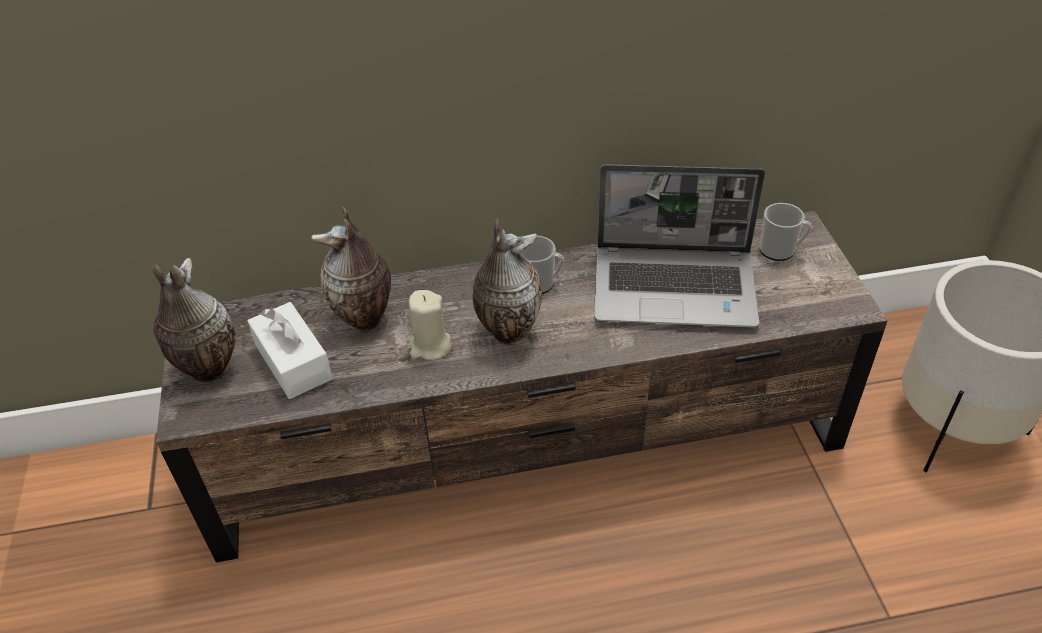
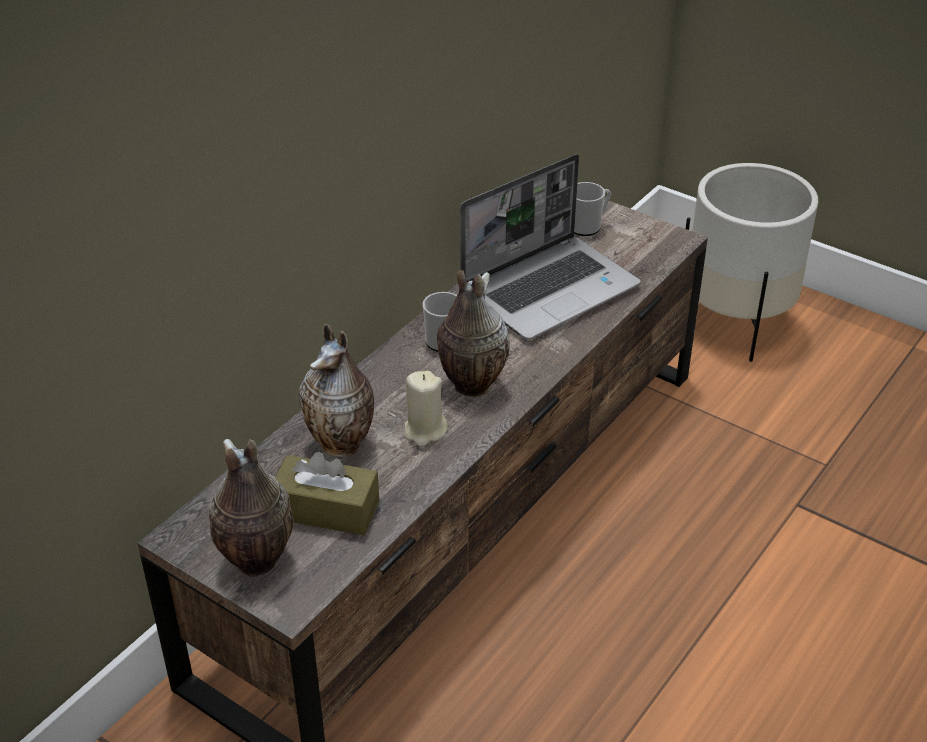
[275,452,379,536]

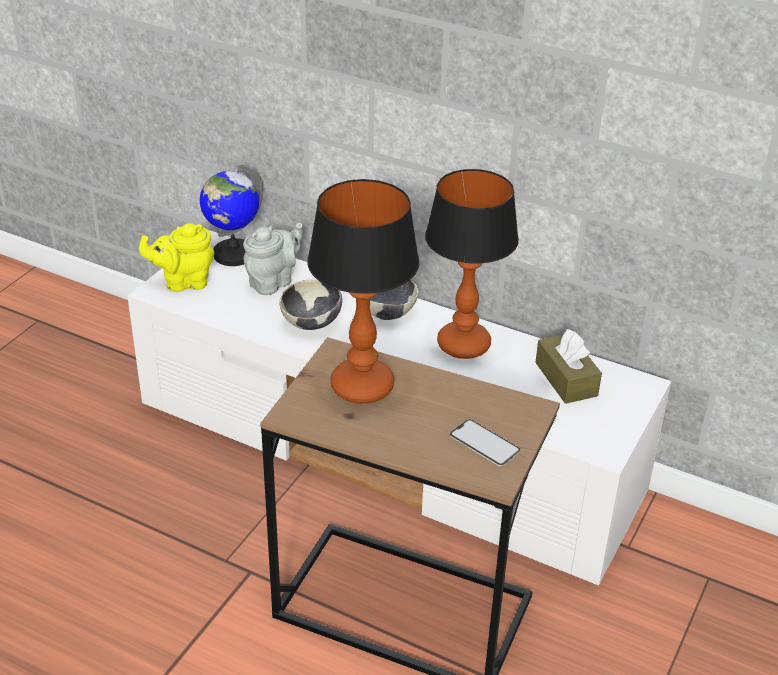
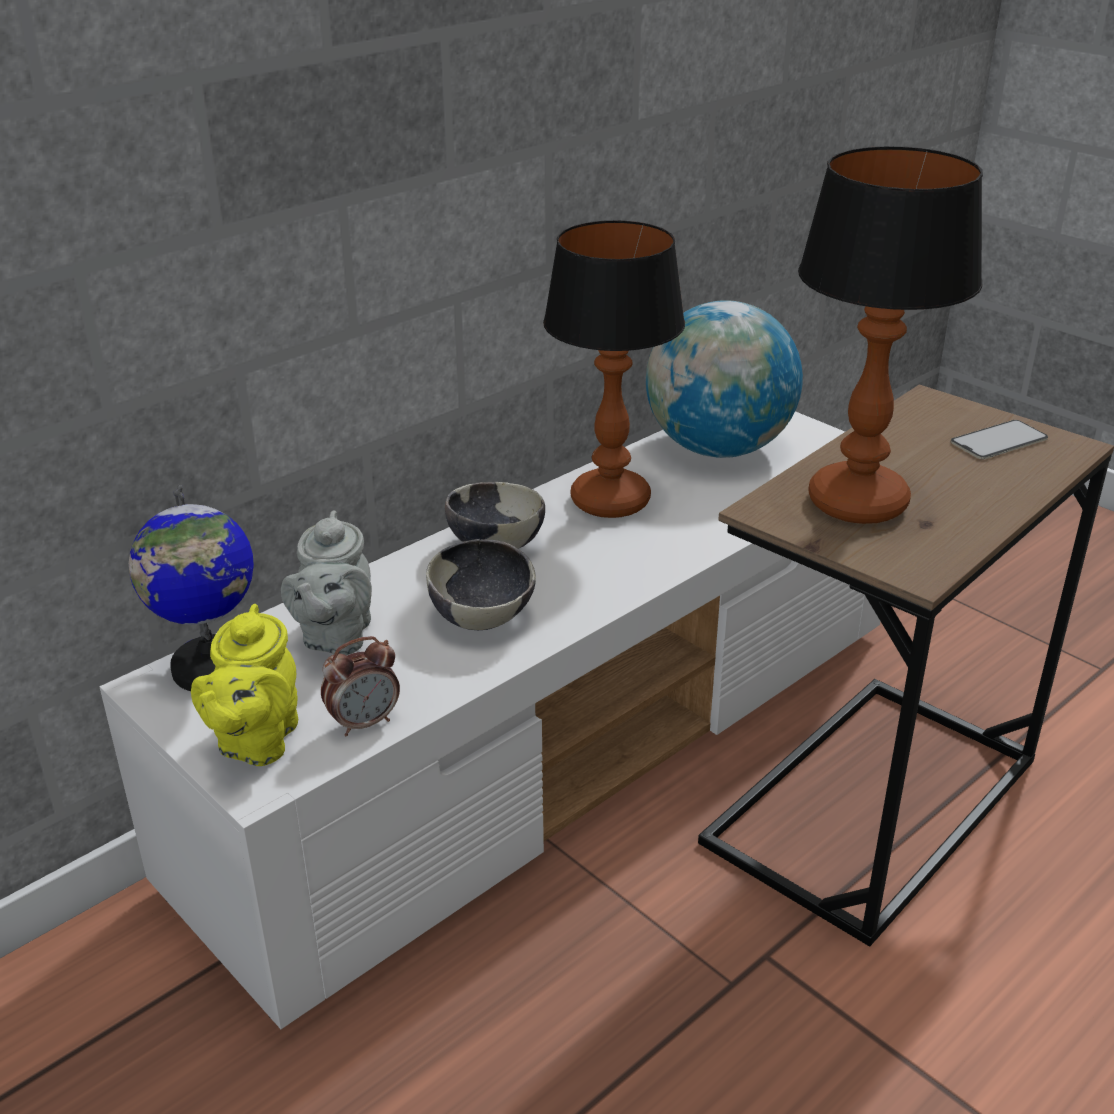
[281,510,372,655]
[321,636,400,736]
[646,300,803,458]

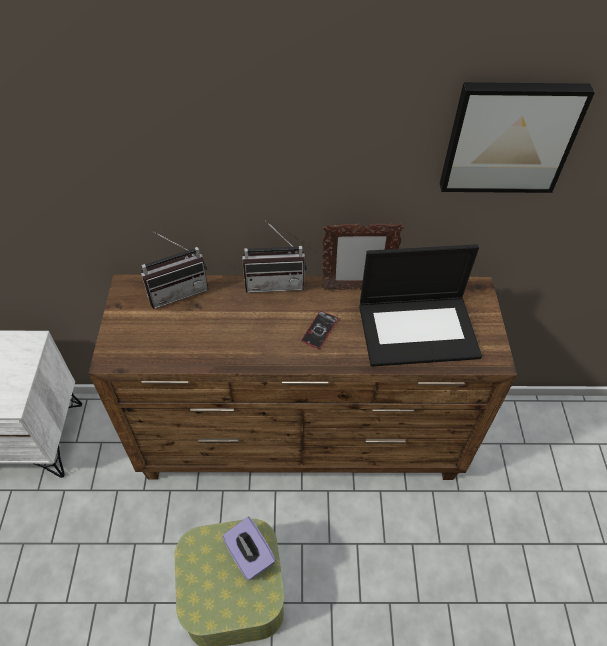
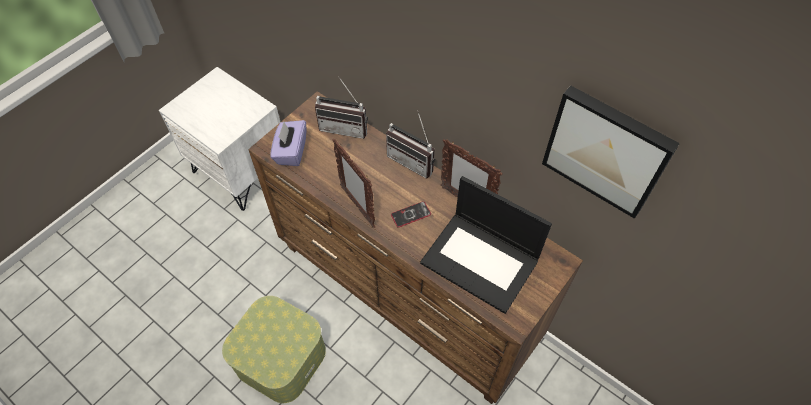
[270,120,307,166]
[332,139,375,228]

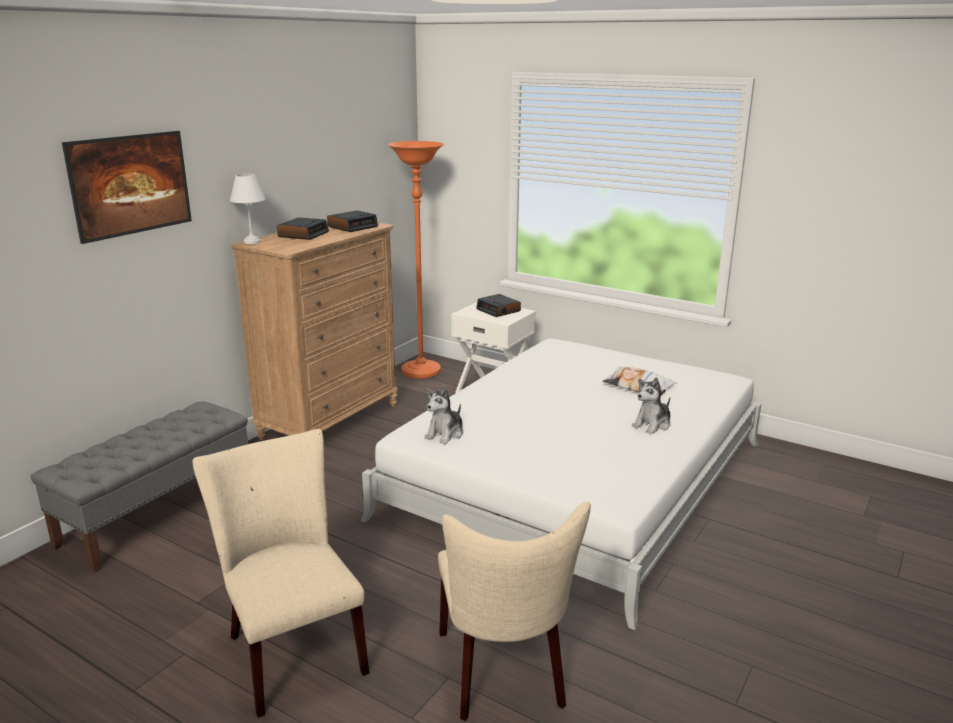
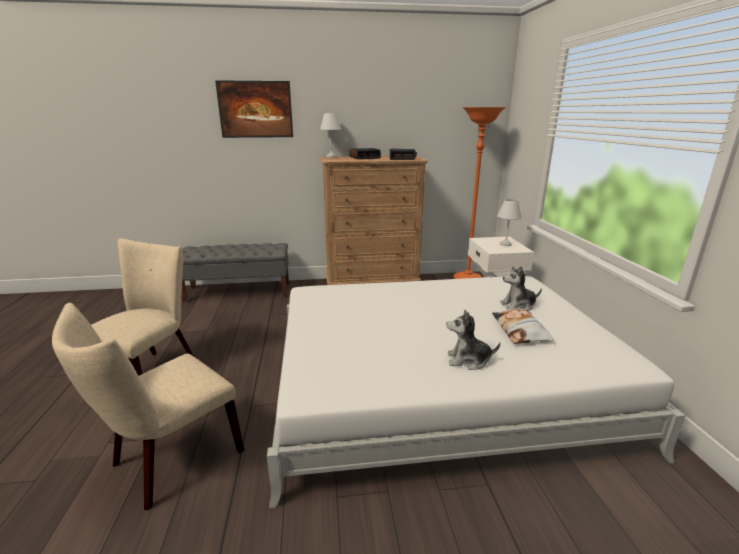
[497,199,522,246]
[500,266,542,311]

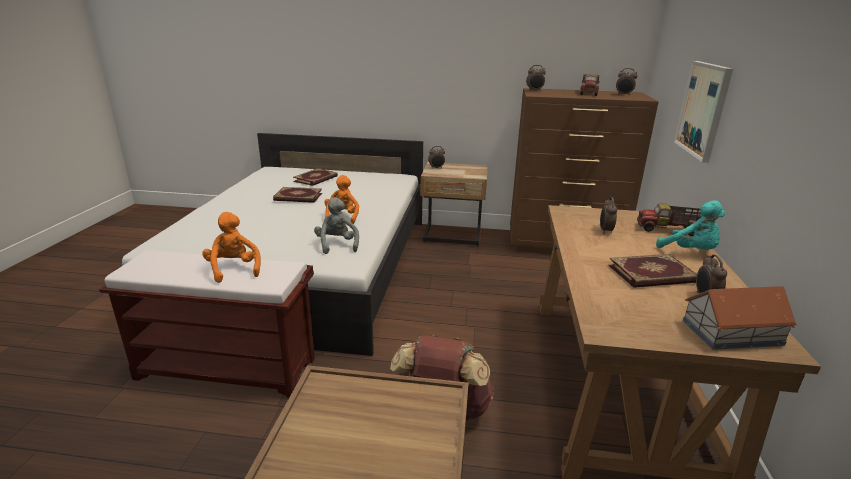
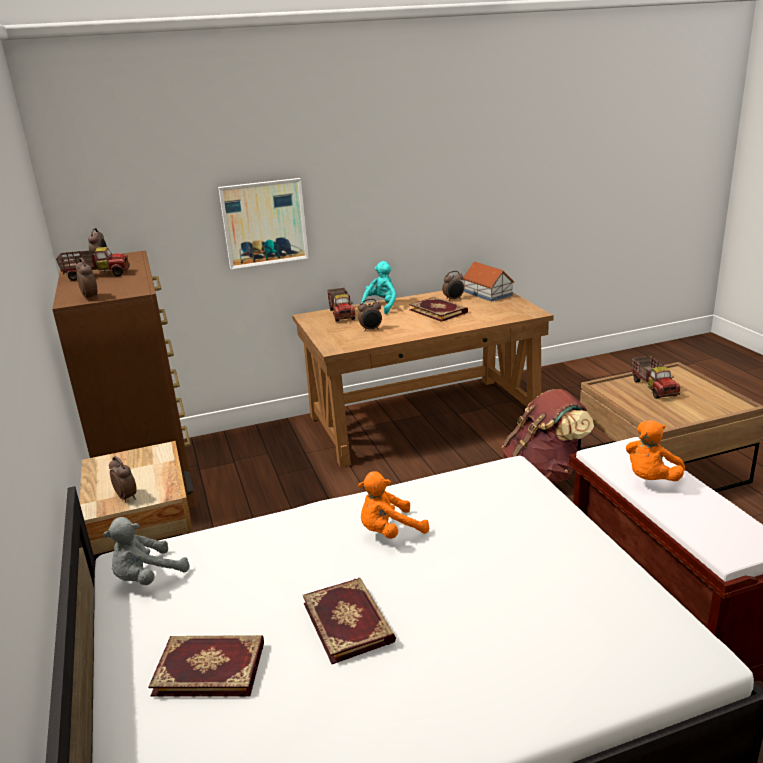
[103,517,190,585]
[632,356,680,399]

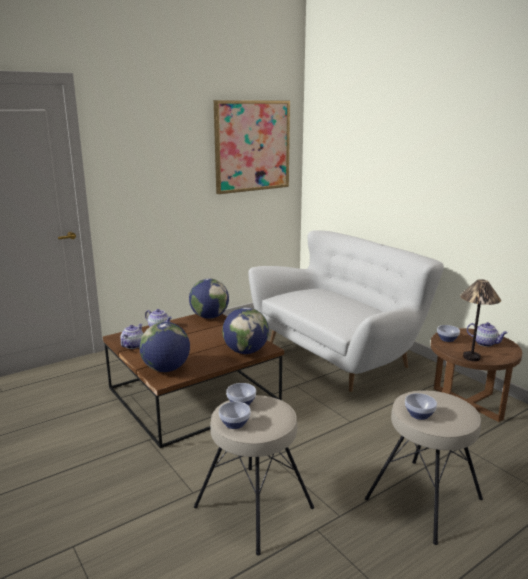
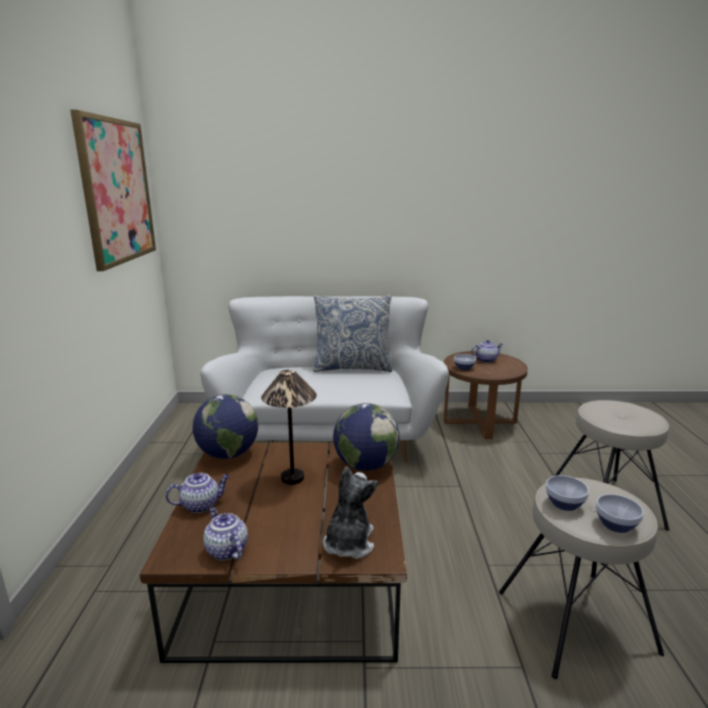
[261,370,317,484]
[313,295,392,372]
[323,466,378,559]
[405,393,437,420] (first image)

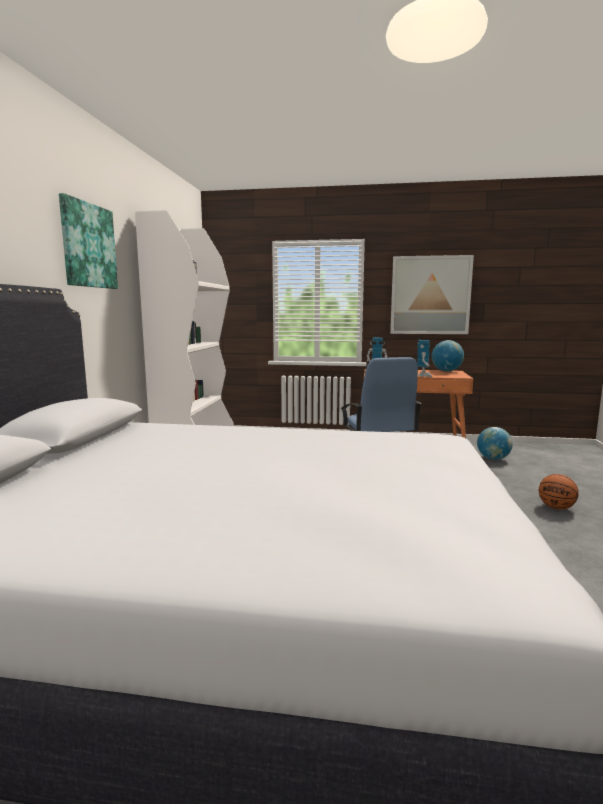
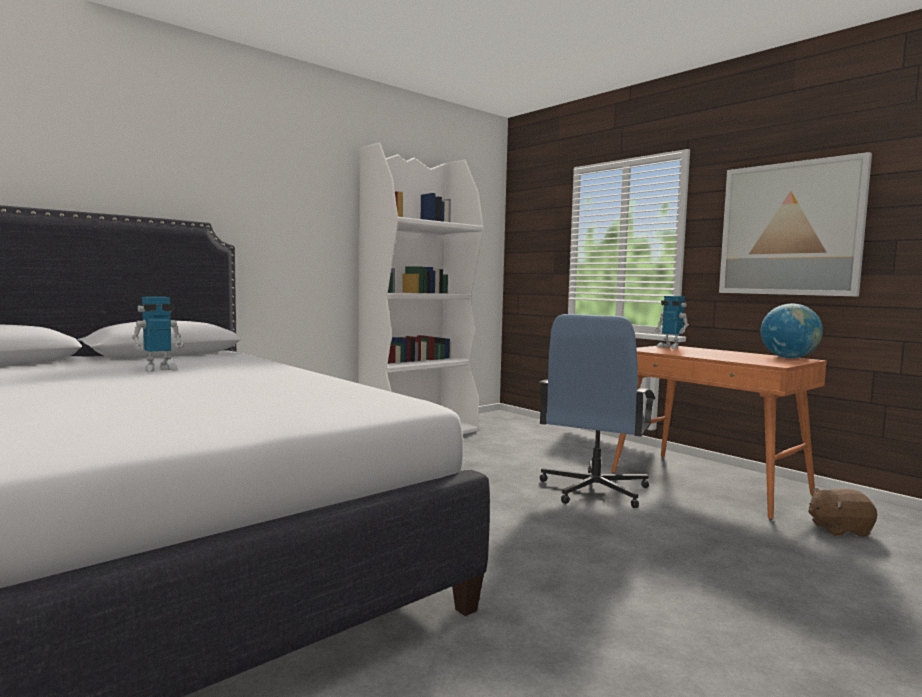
[132,297,184,372]
[808,488,877,537]
[59,193,118,289] (first image)
[539,474,579,510] (first image)

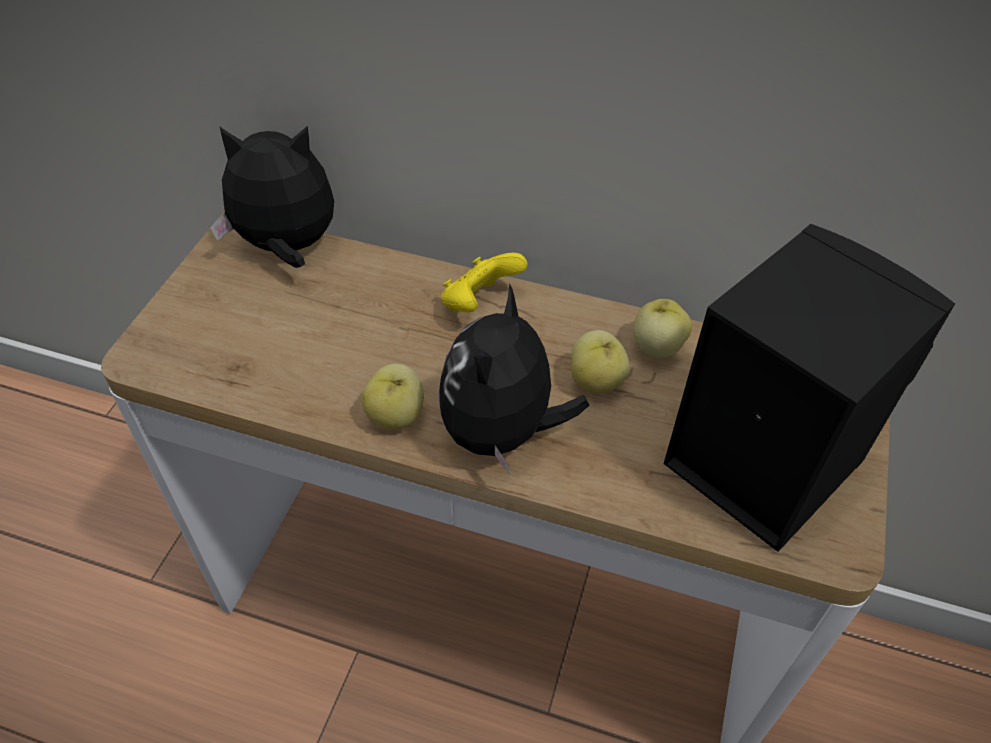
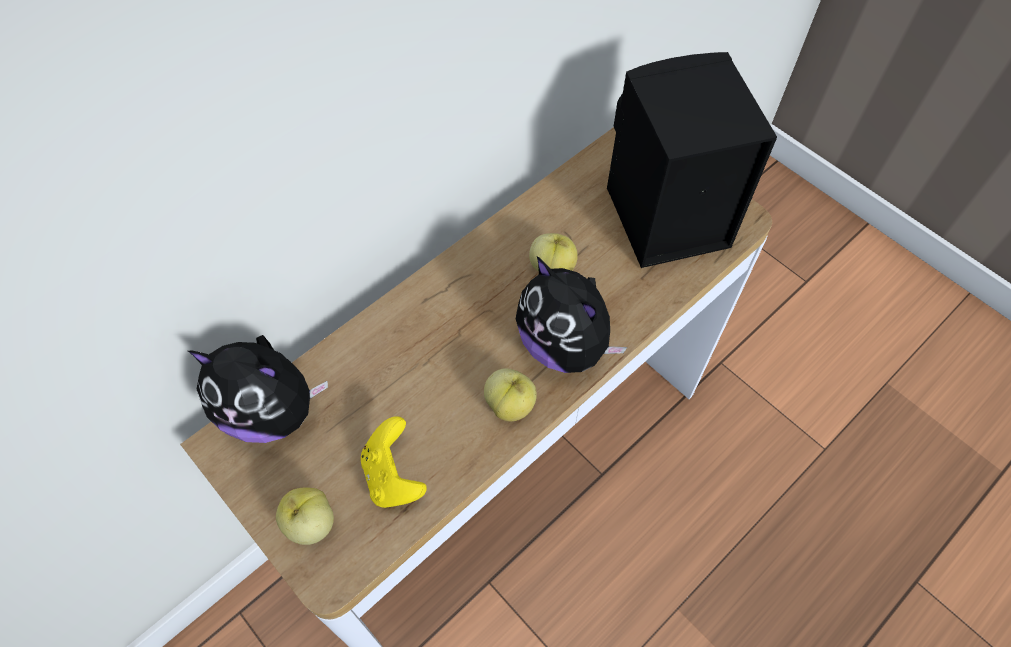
[188,335,328,443]
[276,487,334,545]
[361,416,427,508]

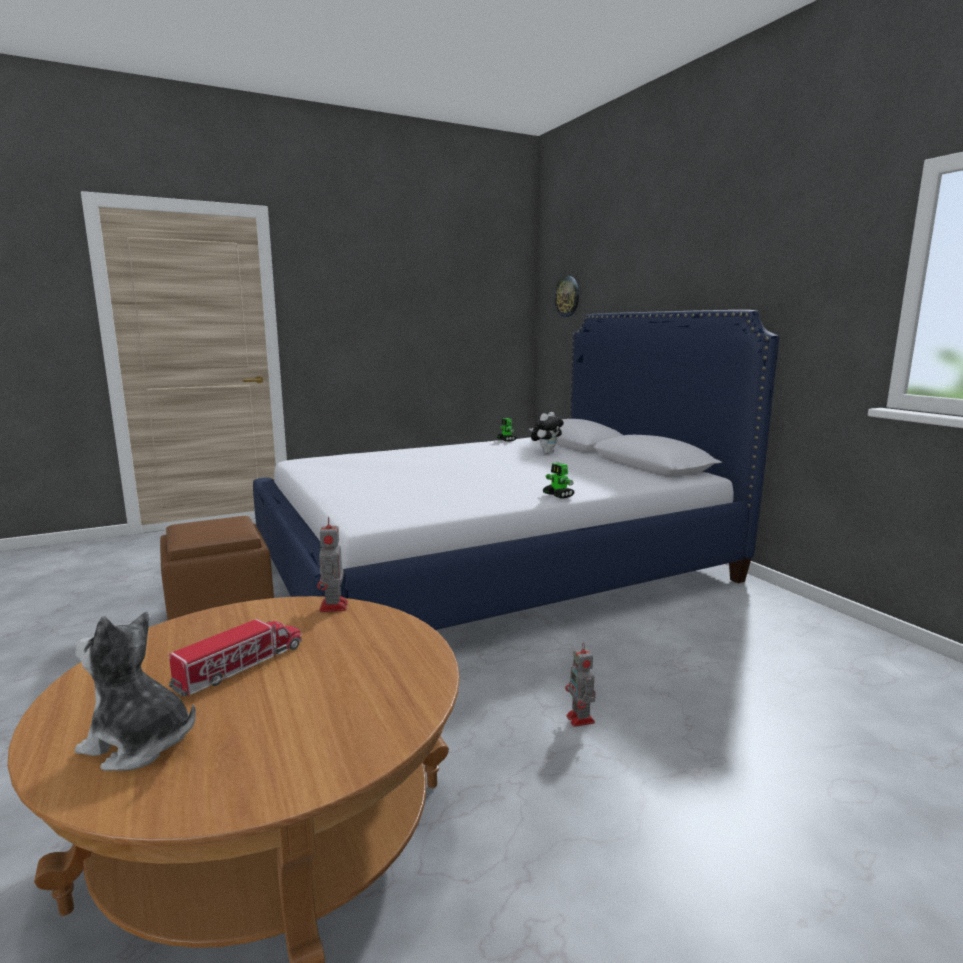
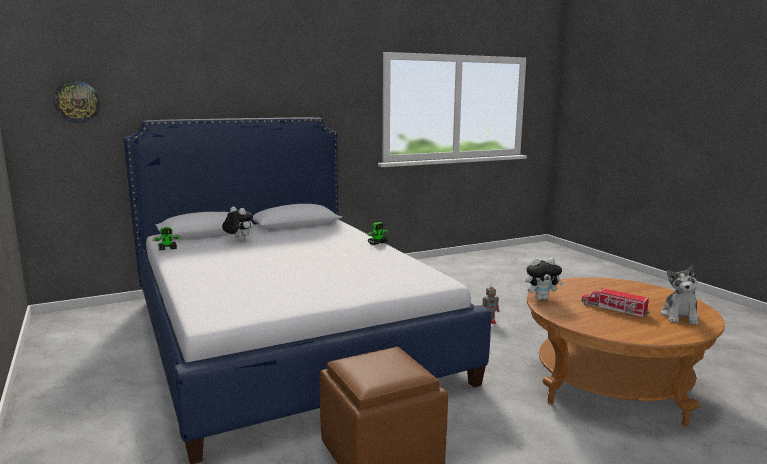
[525,258,563,300]

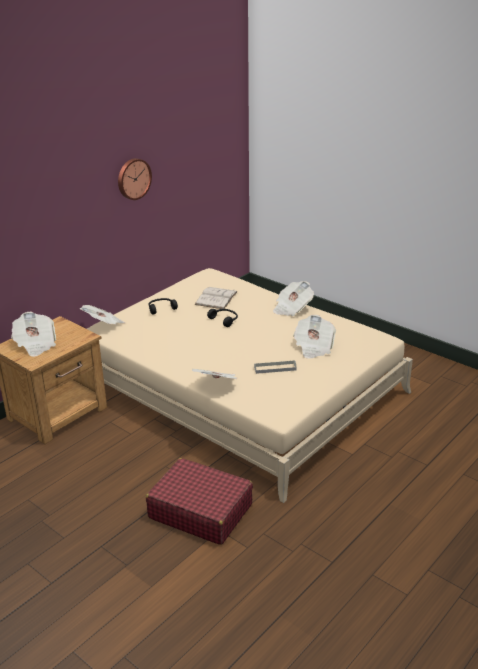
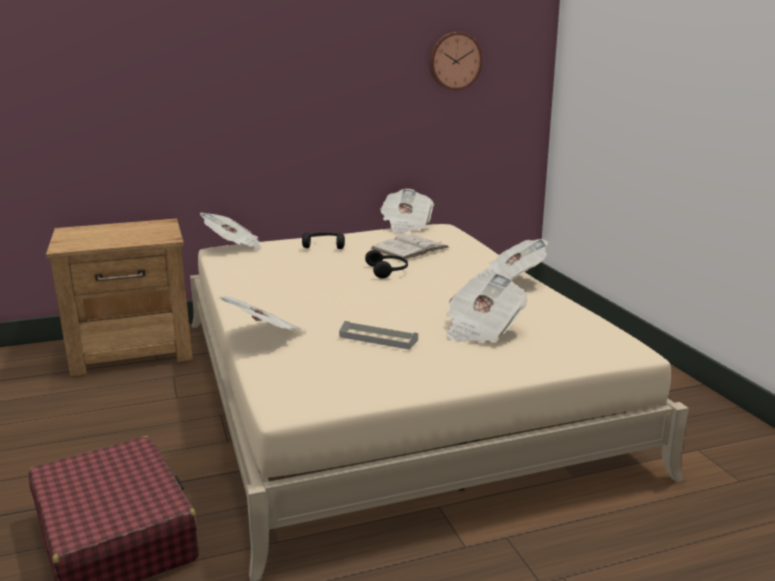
[380,189,434,233]
[429,32,483,91]

